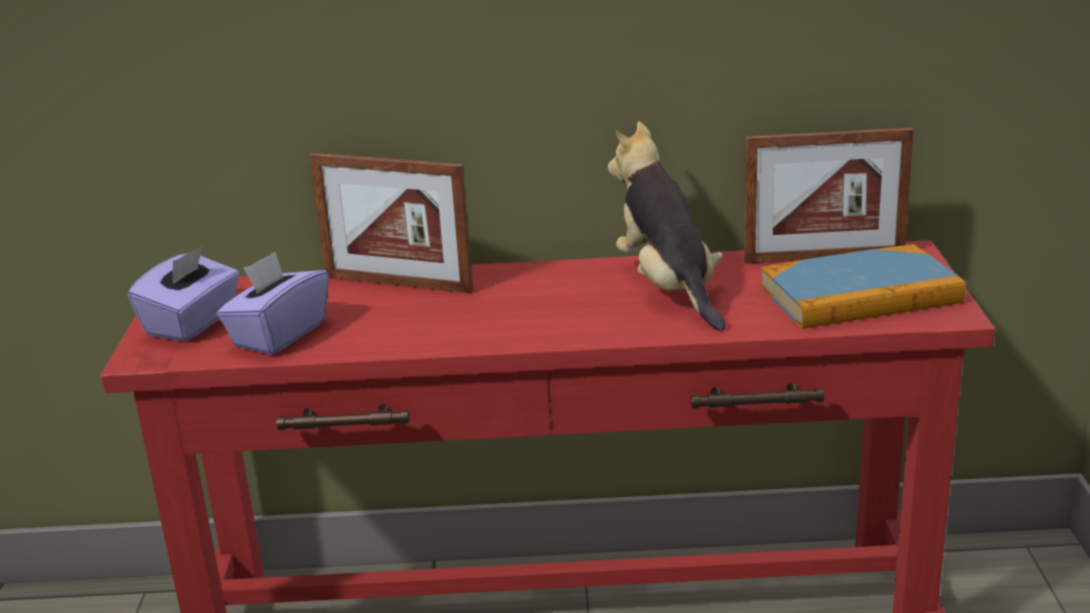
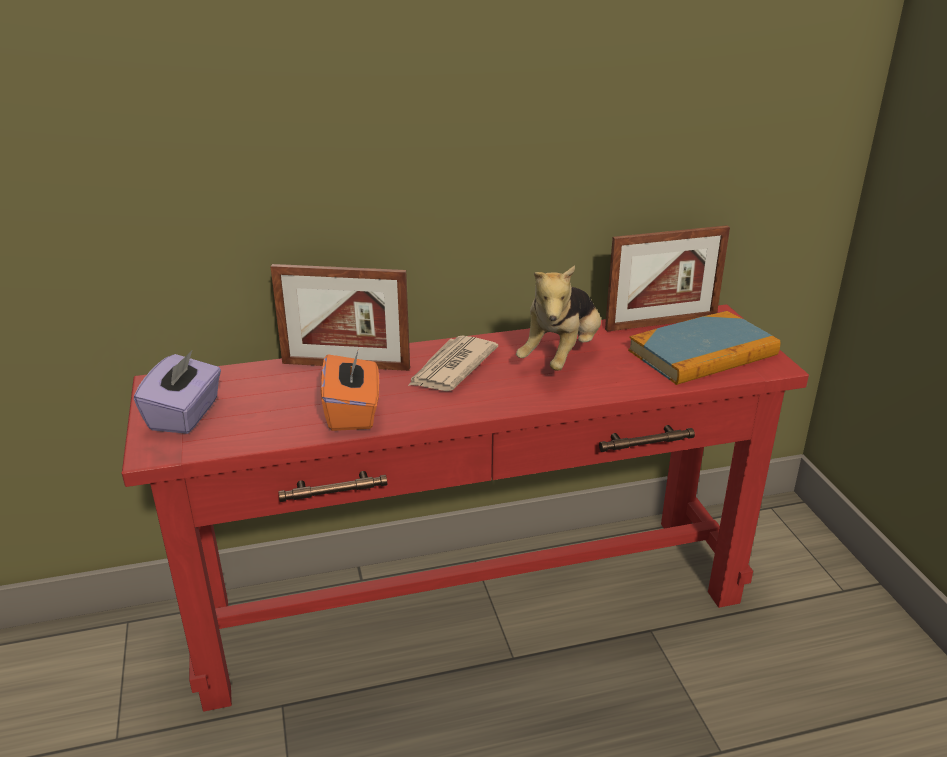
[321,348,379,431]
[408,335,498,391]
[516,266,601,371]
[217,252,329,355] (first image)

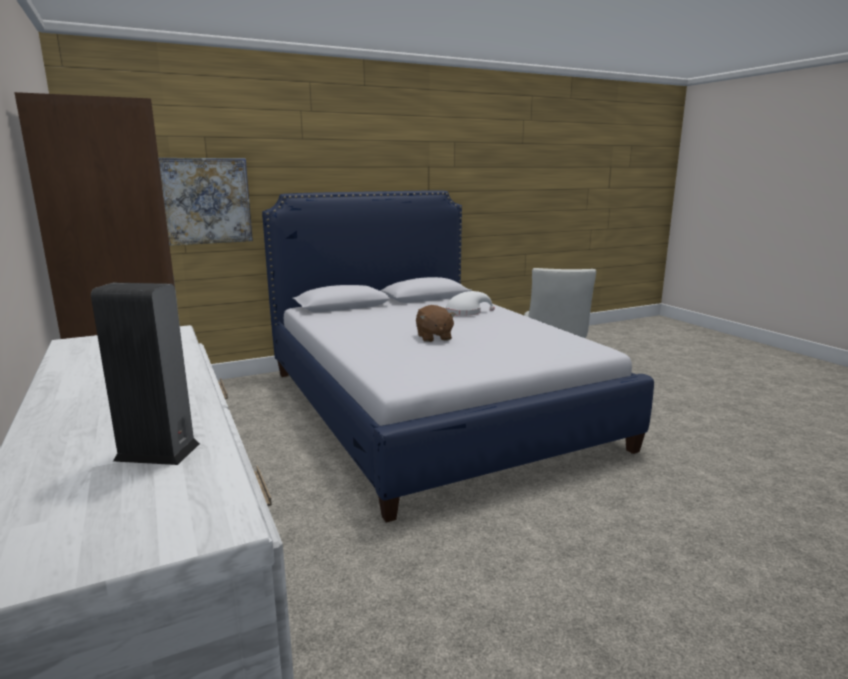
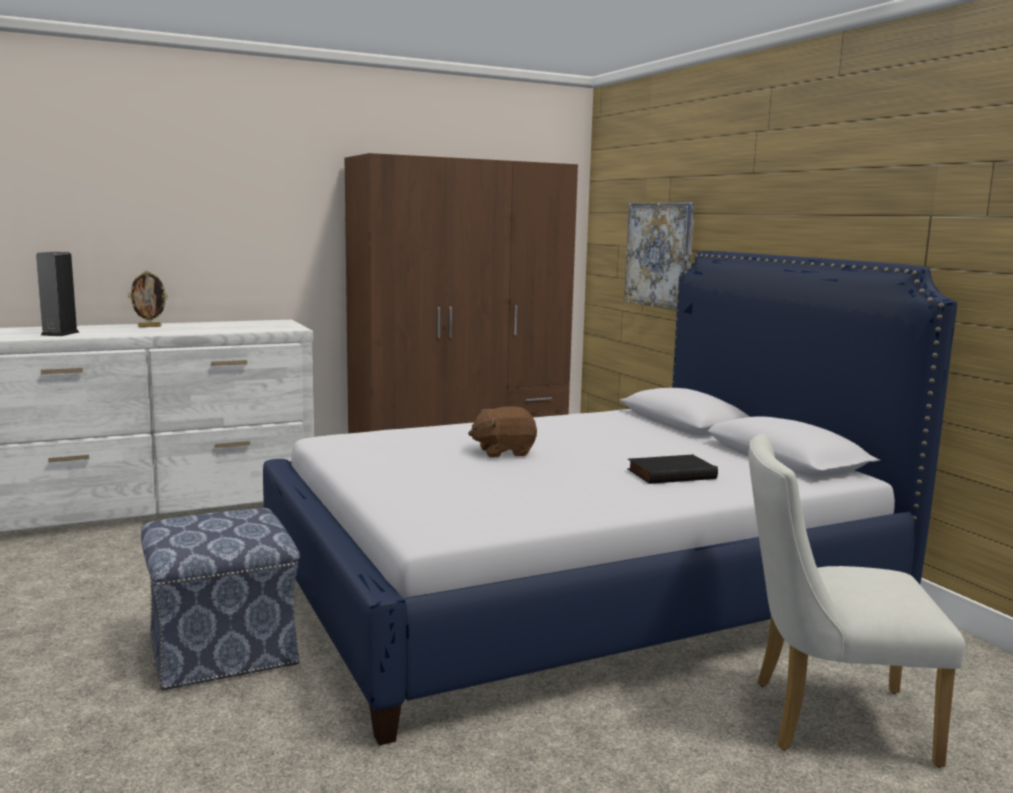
[128,270,168,327]
[141,508,300,691]
[627,455,718,484]

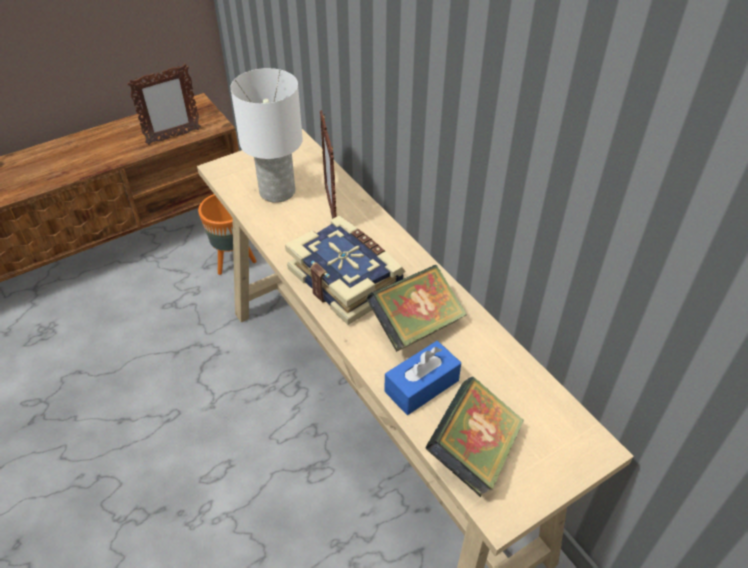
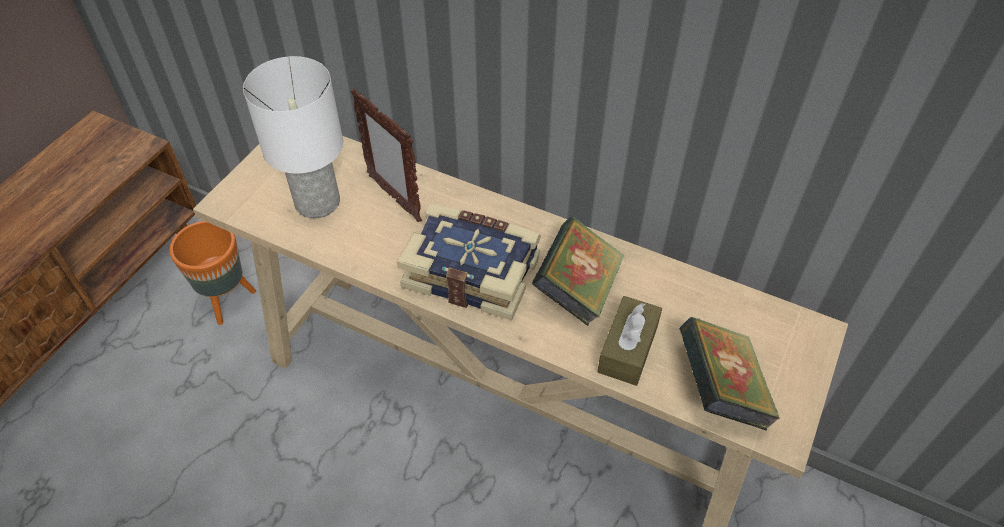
[597,296,662,386]
[127,64,201,145] (first image)

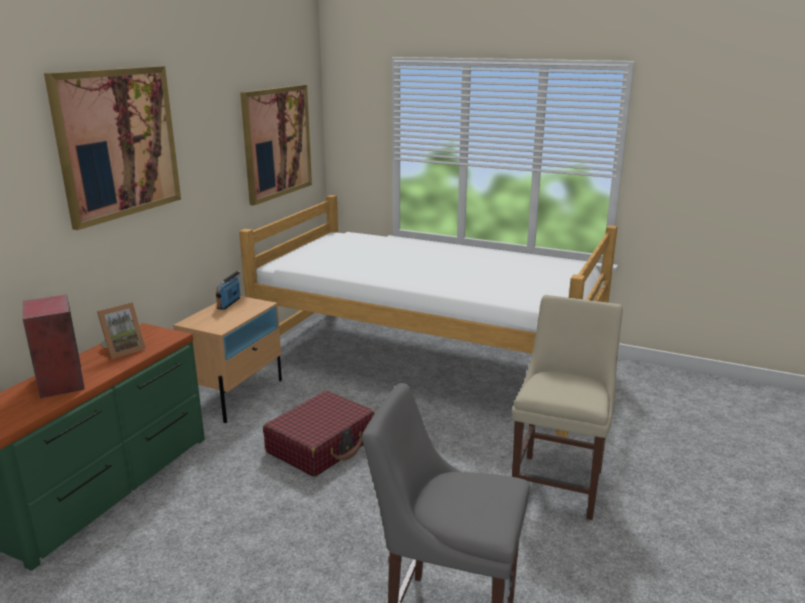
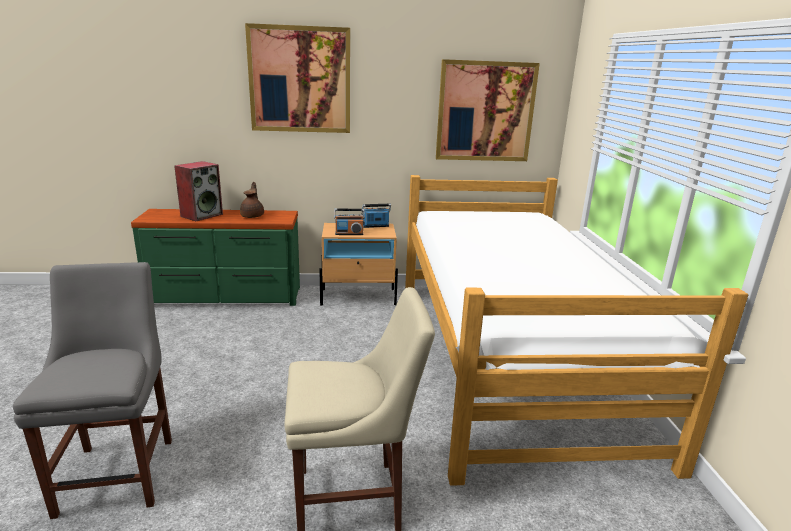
[240,182,264,218]
[334,209,365,235]
[263,391,375,477] (first image)

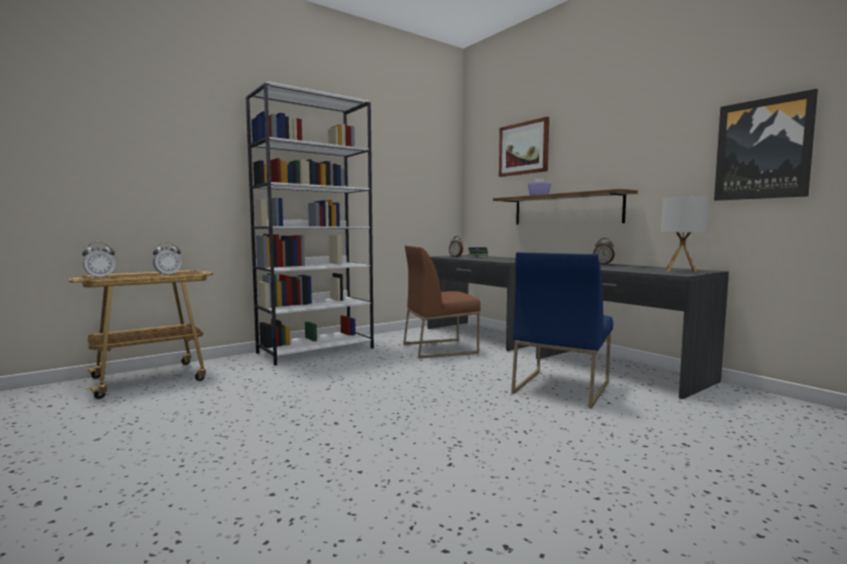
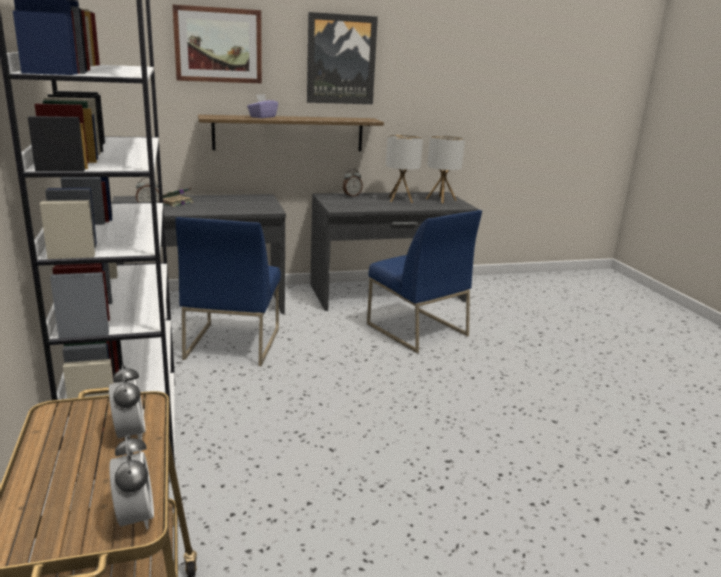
[176,217,281,366]
[307,12,378,104]
[386,134,423,203]

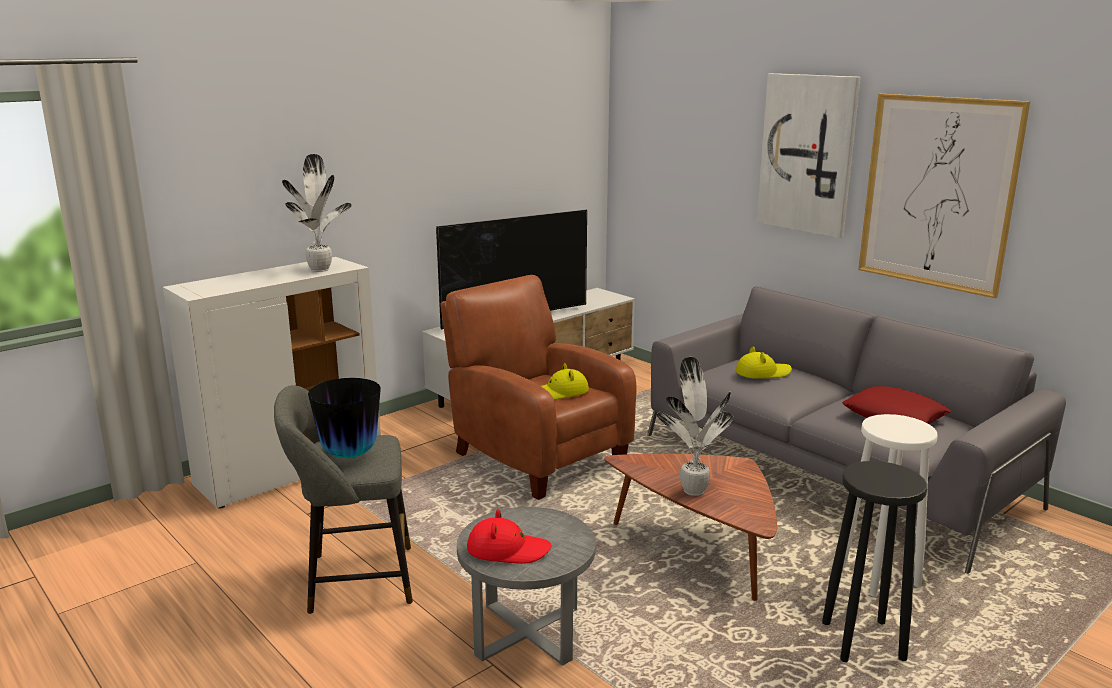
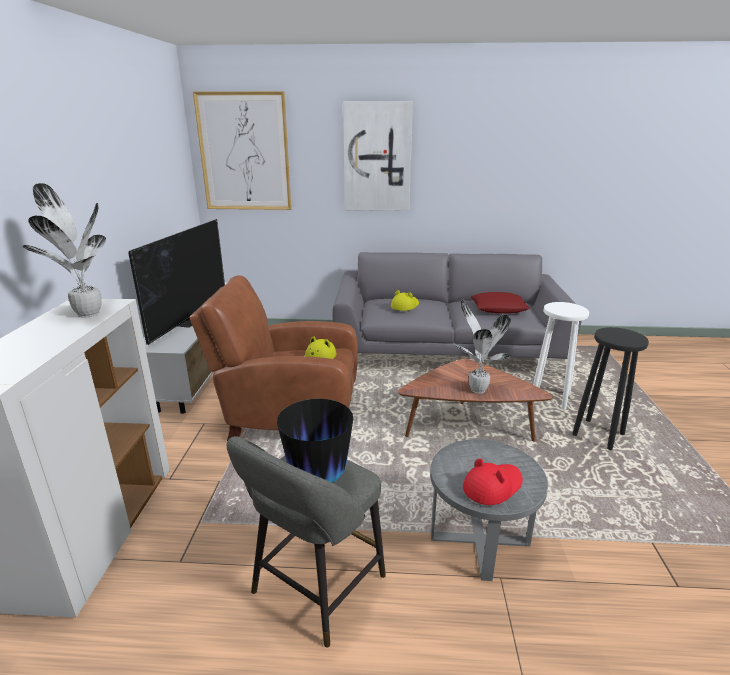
[193,91,291,210]

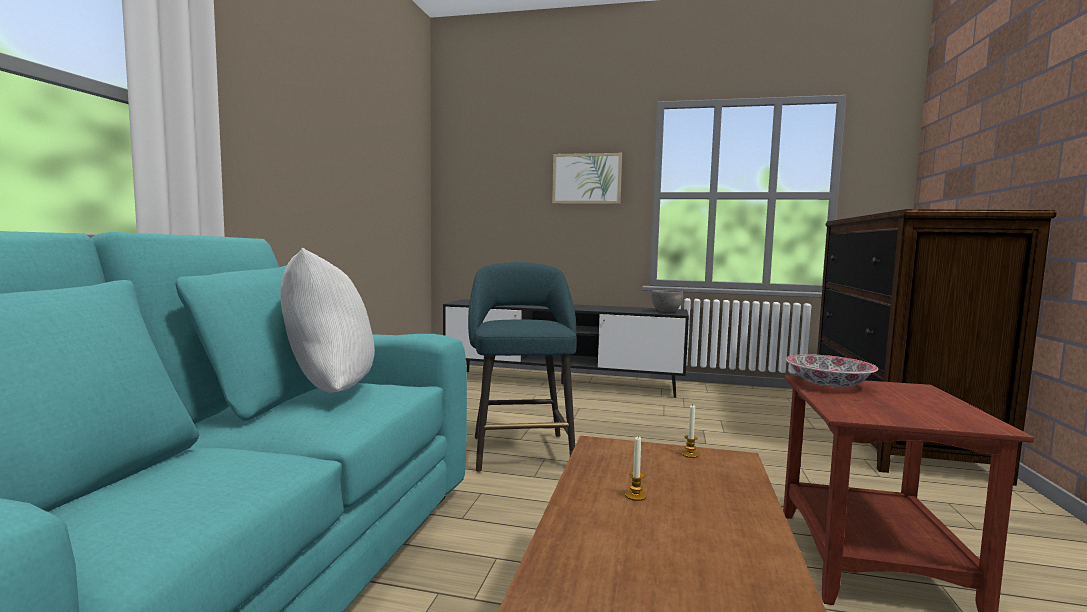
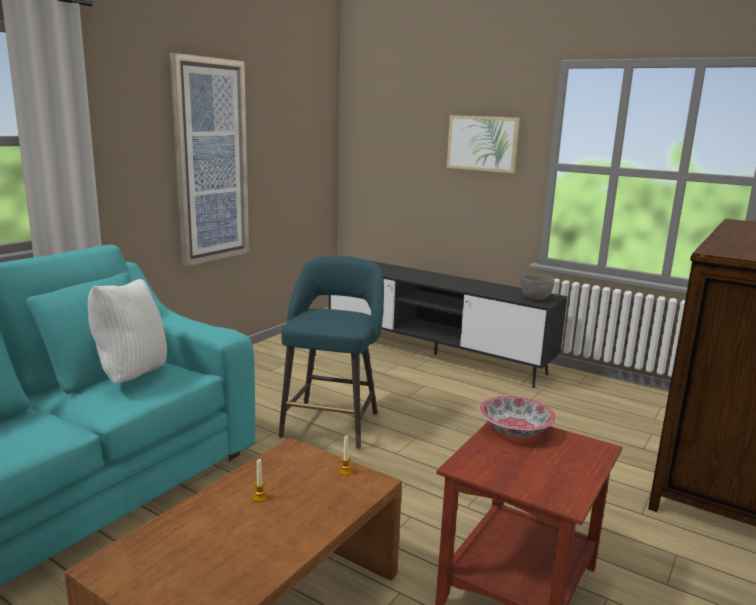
[170,53,249,267]

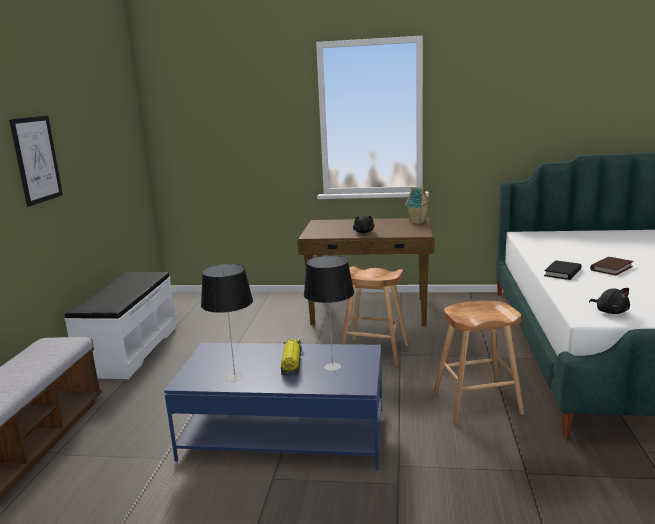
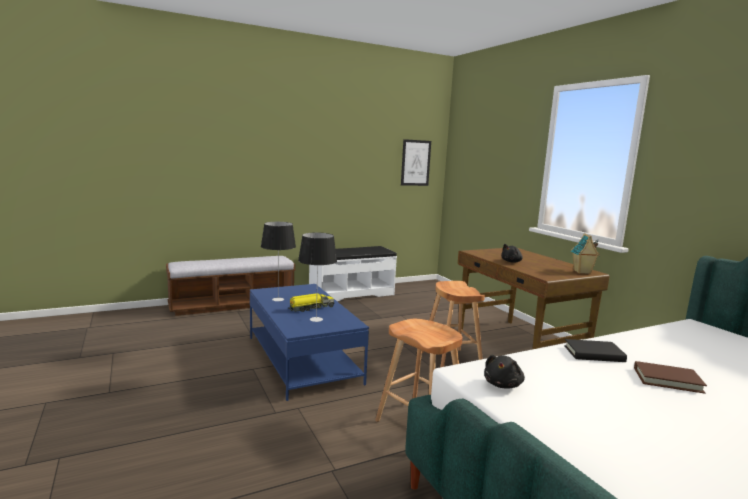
[401,139,431,186]

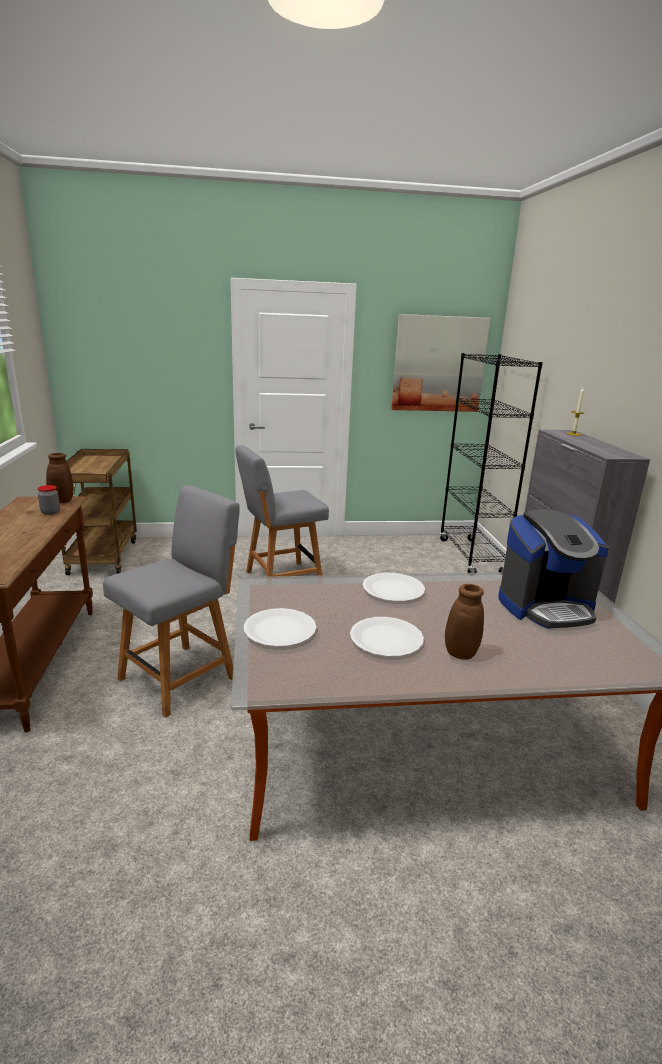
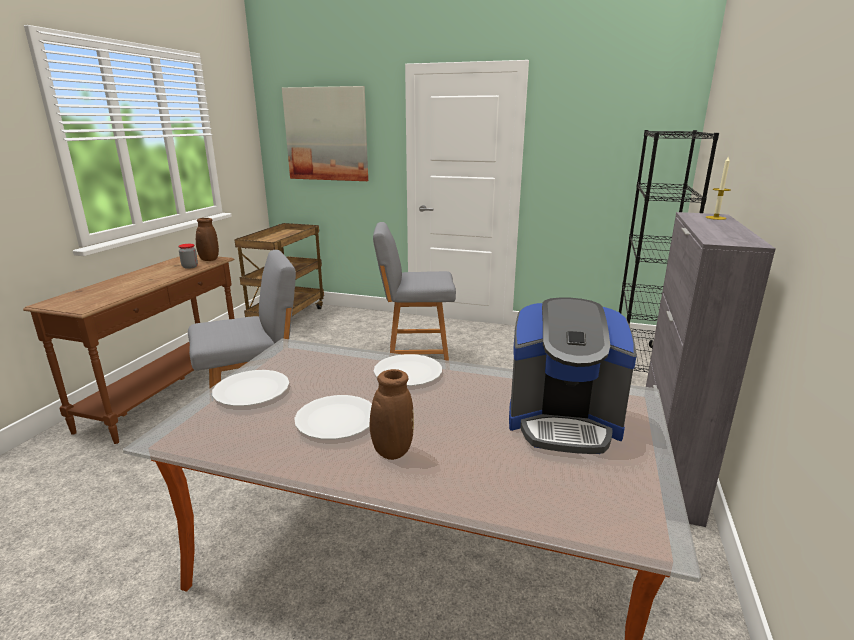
[282,86,368,181]

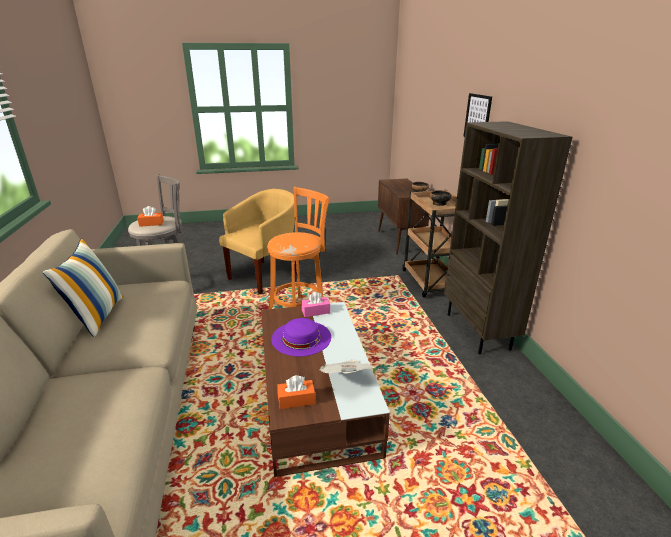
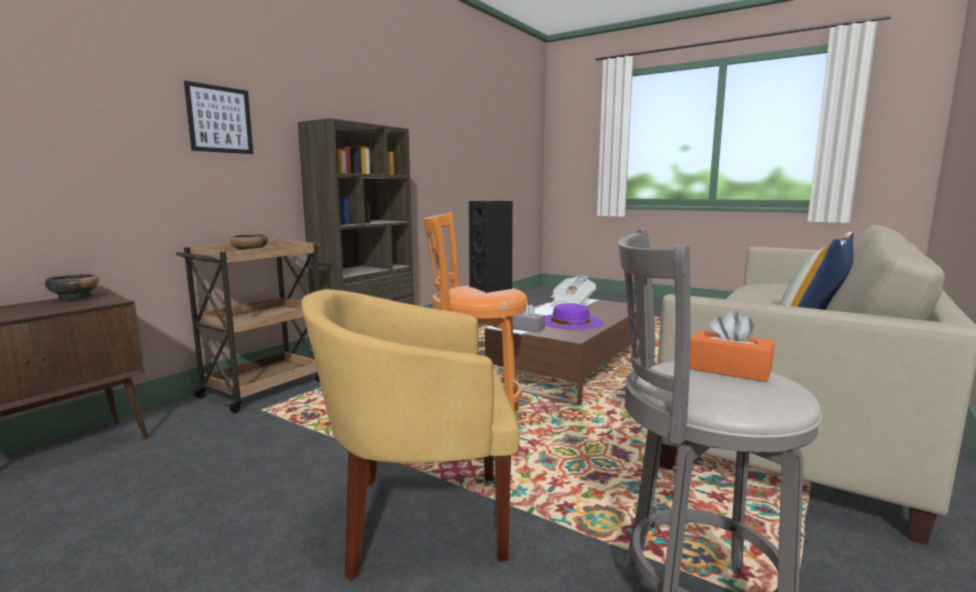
[469,201,513,293]
[512,302,545,333]
[277,375,315,409] (first image)

